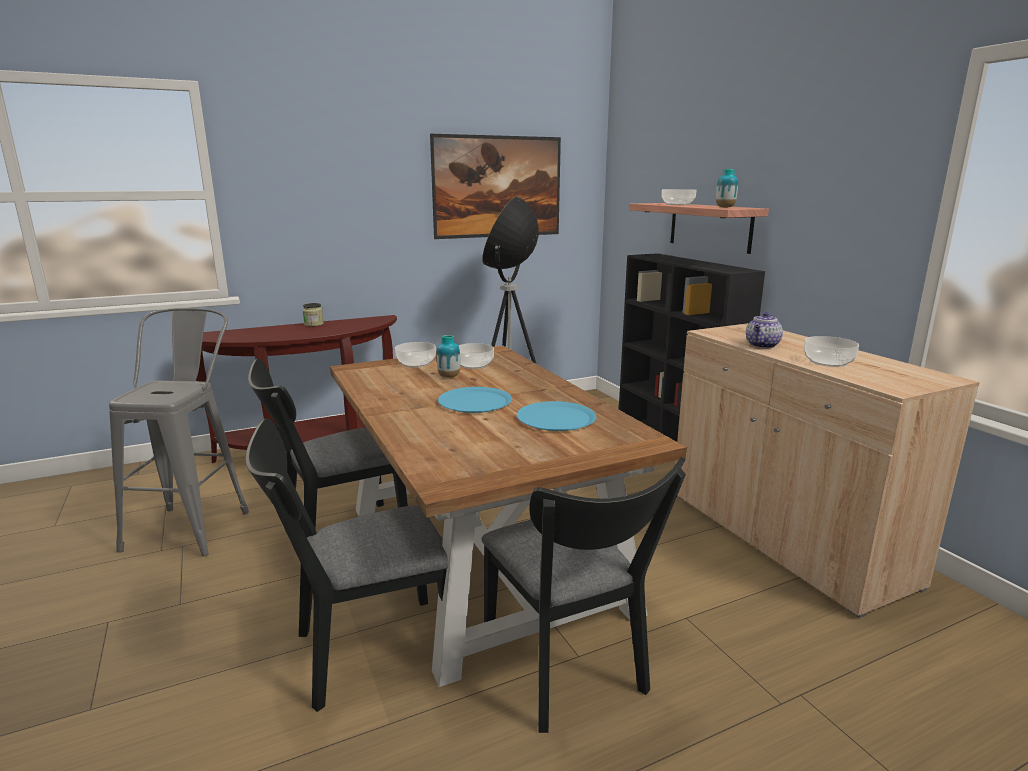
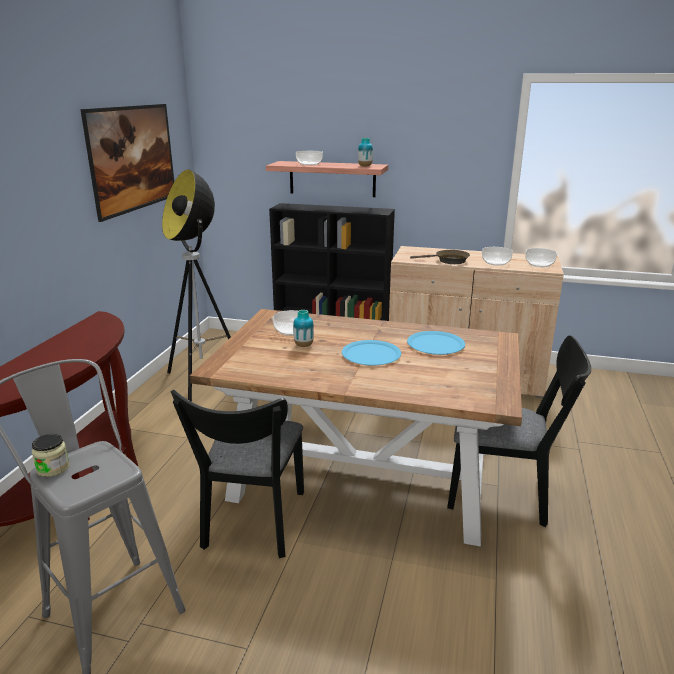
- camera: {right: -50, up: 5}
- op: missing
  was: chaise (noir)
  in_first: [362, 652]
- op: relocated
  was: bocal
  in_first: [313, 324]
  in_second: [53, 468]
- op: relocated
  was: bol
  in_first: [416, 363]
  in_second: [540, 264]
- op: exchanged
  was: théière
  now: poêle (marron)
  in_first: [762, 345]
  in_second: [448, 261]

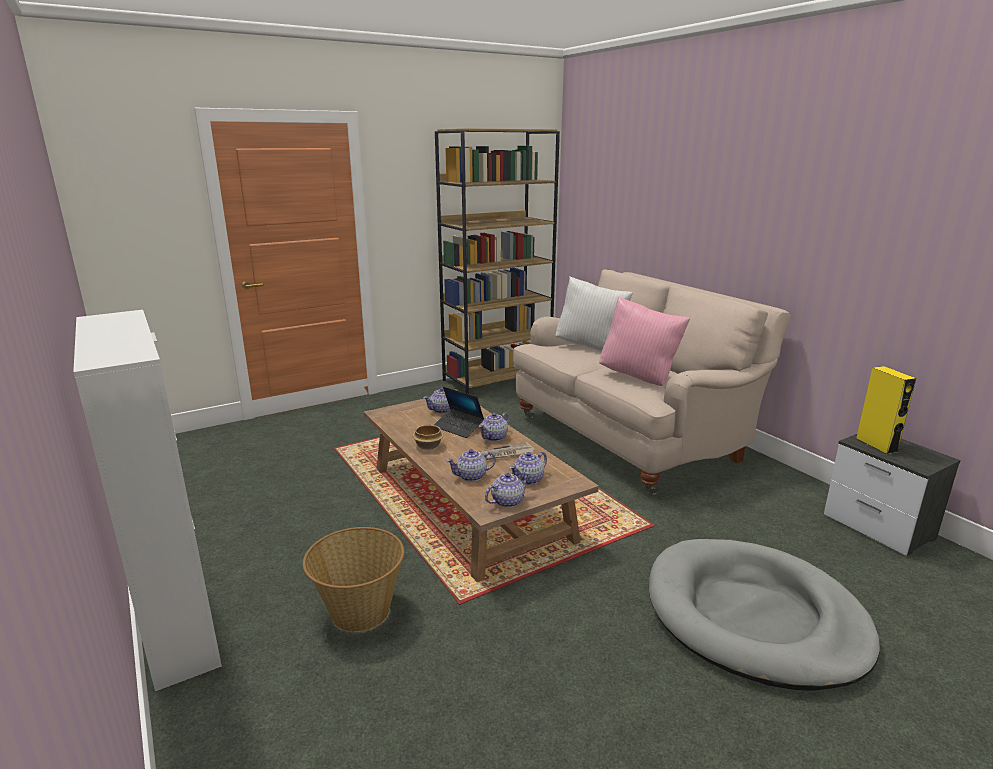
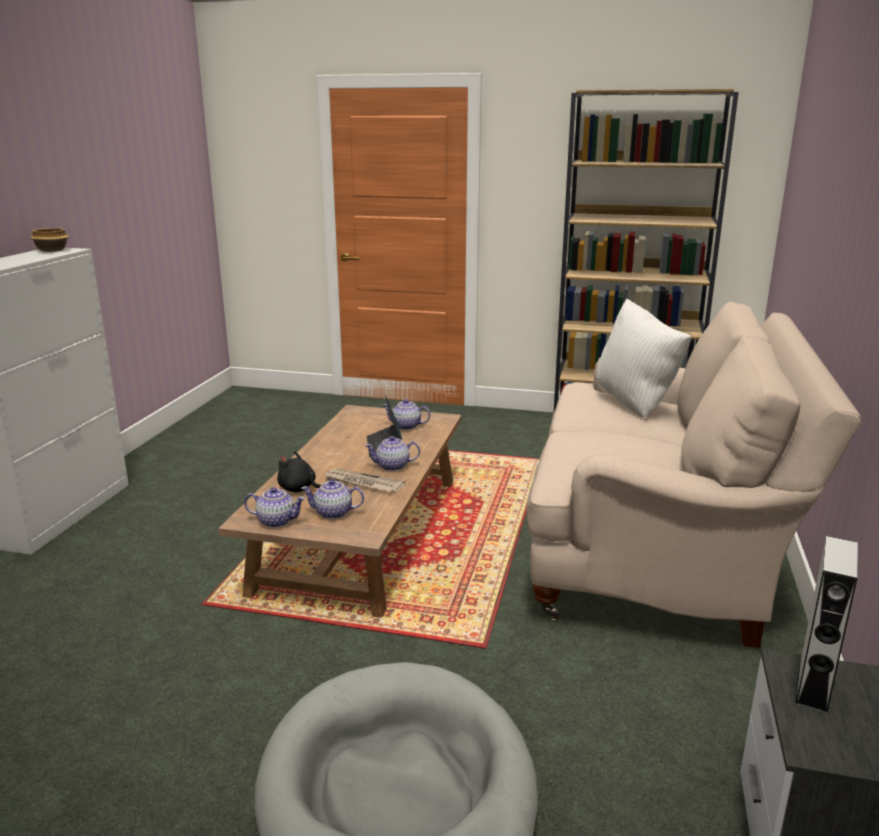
- camera: {right: 45, up: 0}
- op: missing
  was: panier
  in_first: [359, 611]
- op: missing
  was: coussin (rose)
  in_first: [639, 377]
- op: relocated
  was: bol
  in_first: [427, 446]
  in_second: [52, 250]
- op: exchanged
  was: théière
  now: peluche (noir)
  in_first: [472, 476]
  in_second: [299, 489]
- op: colour
  was: enceinte (jaune)
  now: enceinte (gris)
  in_first: [876, 445]
  in_second: [813, 686]

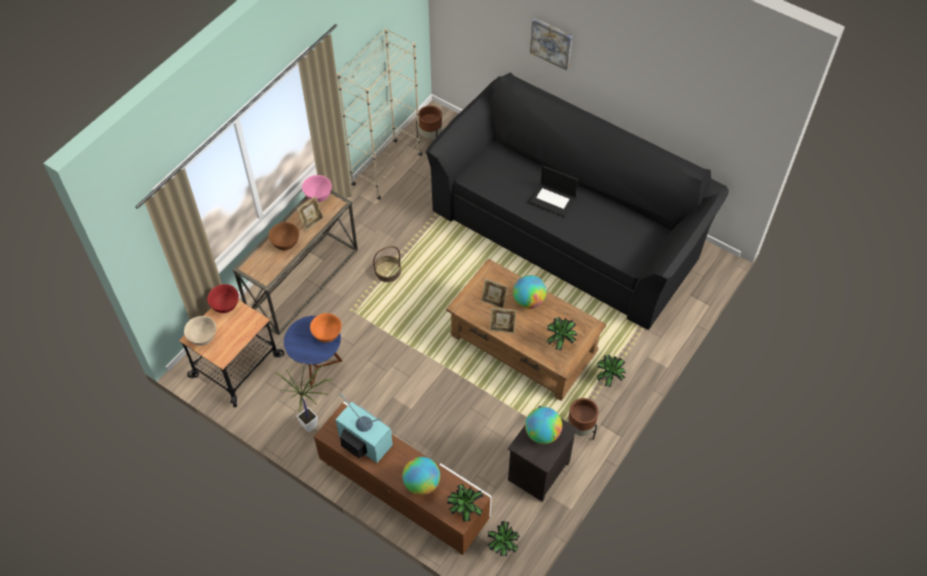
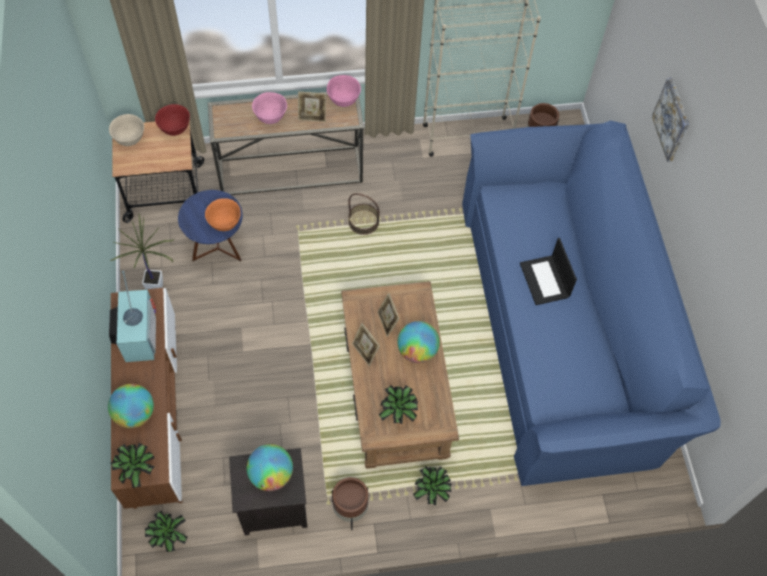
- camera: {right: 45, up: 5}
- op: colour
  was: bol (marron)
  now: bol (rose)
  in_first: [286, 243]
  in_second: [271, 117]
- op: colour
  was: canapé (noir)
  now: canapé (bleu)
  in_first: [569, 227]
  in_second: [564, 326]

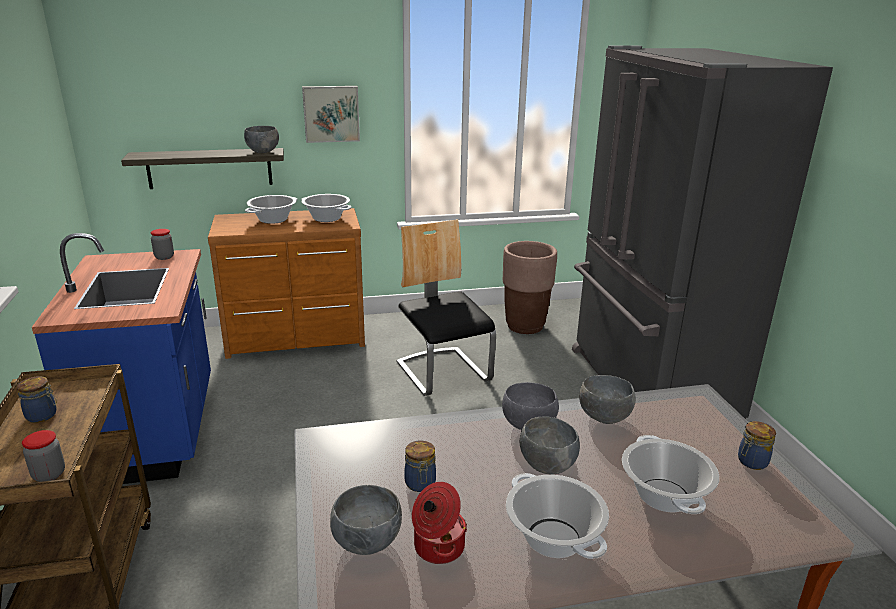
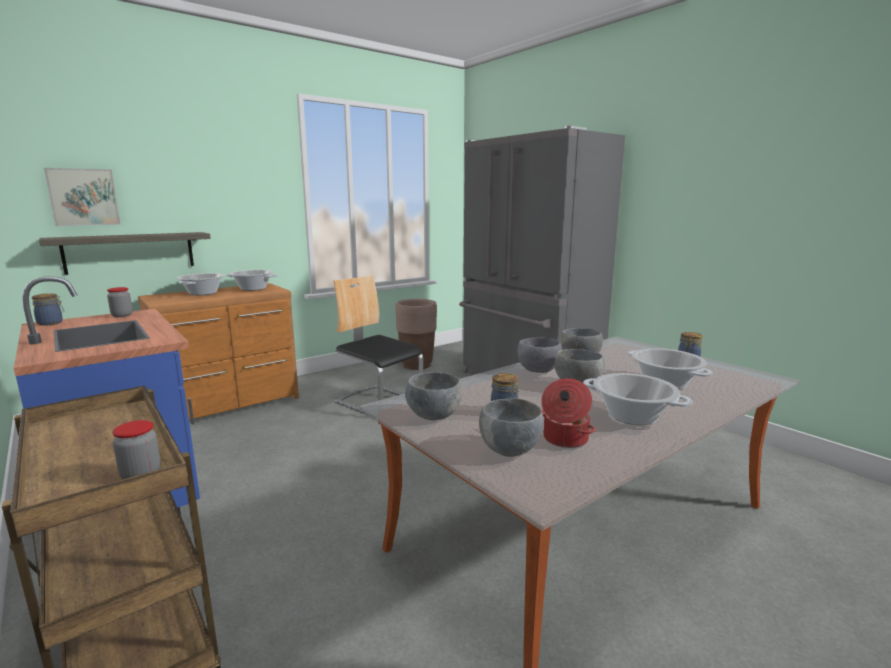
- camera: {right: -25, up: -10}
- op: relocated
  was: bocal
  in_first: [43, 416]
  in_second: [51, 323]
- op: relocated
  was: bol (gris)
  in_first: [263, 152]
  in_second: [433, 416]
- op: relocated
  was: tableau
  in_first: [331, 113]
  in_second: [83, 197]

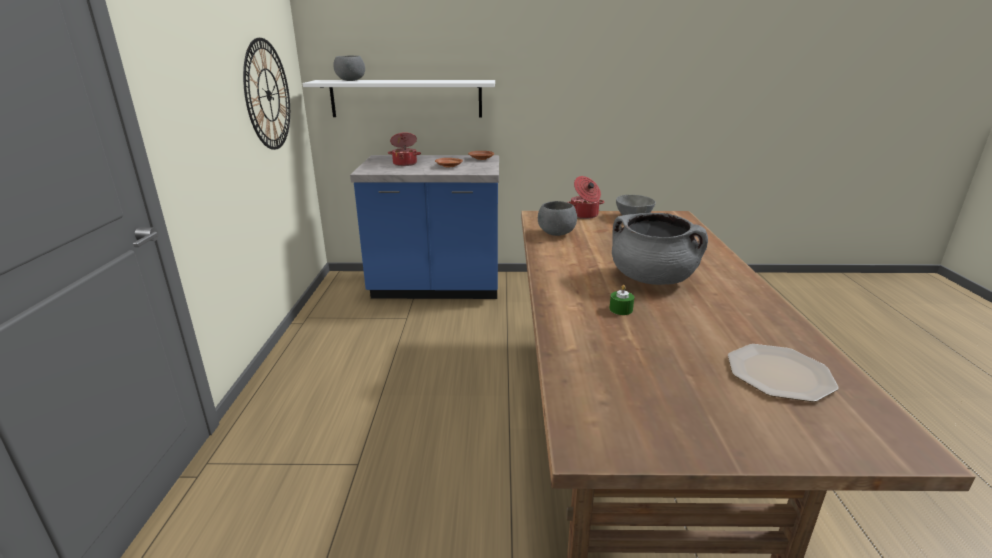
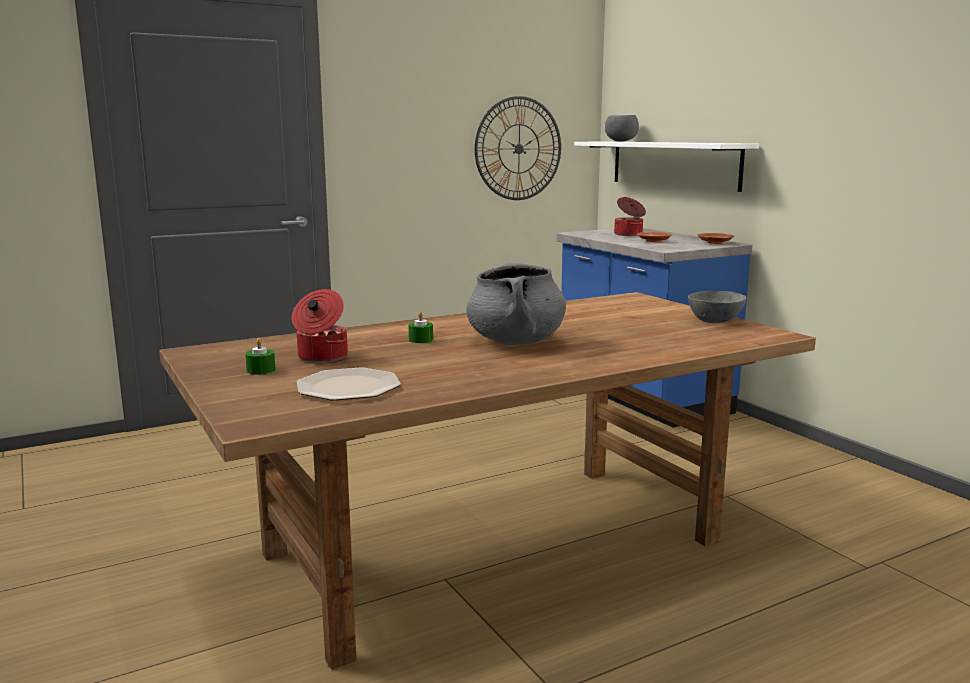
- camera: {right: 60, up: -10}
- op: missing
  was: bol (gris)
  in_first: [556, 233]
- op: appeared
  now: bougie (vert)
  in_second: [261, 370]
- op: relocated
  was: marmite
  in_first: [584, 215]
  in_second: [321, 357]

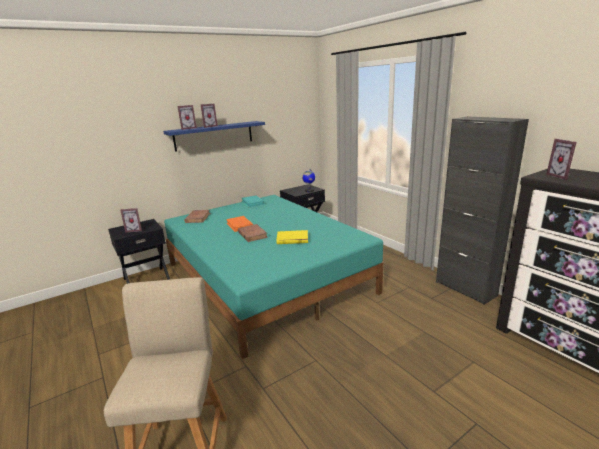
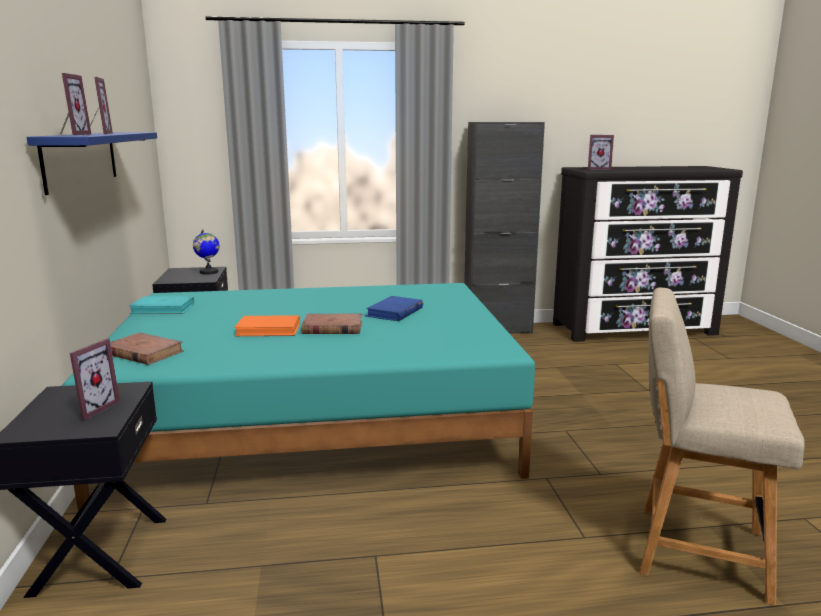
- camera: {right: -65, up: -5}
- op: colour
  was: livre (jaune)
  now: livre (bleu)
  in_first: [292, 239]
  in_second: [394, 312]

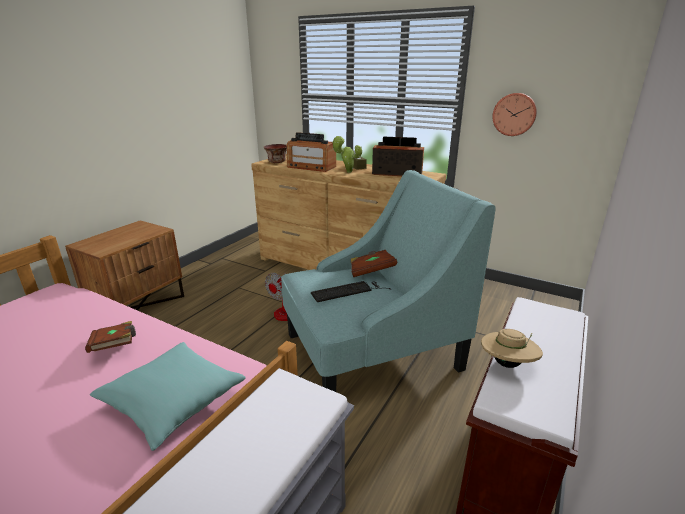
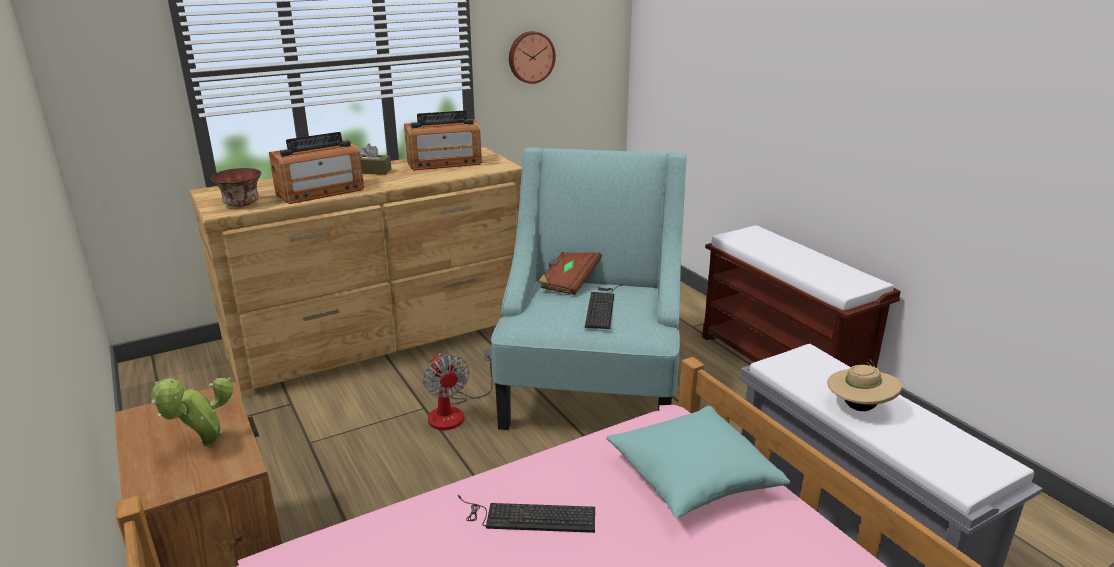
- camera: {right: -60, up: 0}
- op: relocated
  was: plante en pot
  in_first: [347, 172]
  in_second: [205, 445]
- op: relocated
  was: chapeau (beige)
  in_first: [507, 364]
  in_second: [859, 407]
- op: exchanged
  was: livre (marron)
  now: clavier
  in_first: [115, 346]
  in_second: [527, 516]
- op: spun
  was: radio
  in_first: [397, 173]
  in_second: [444, 163]
  clockwise: -150

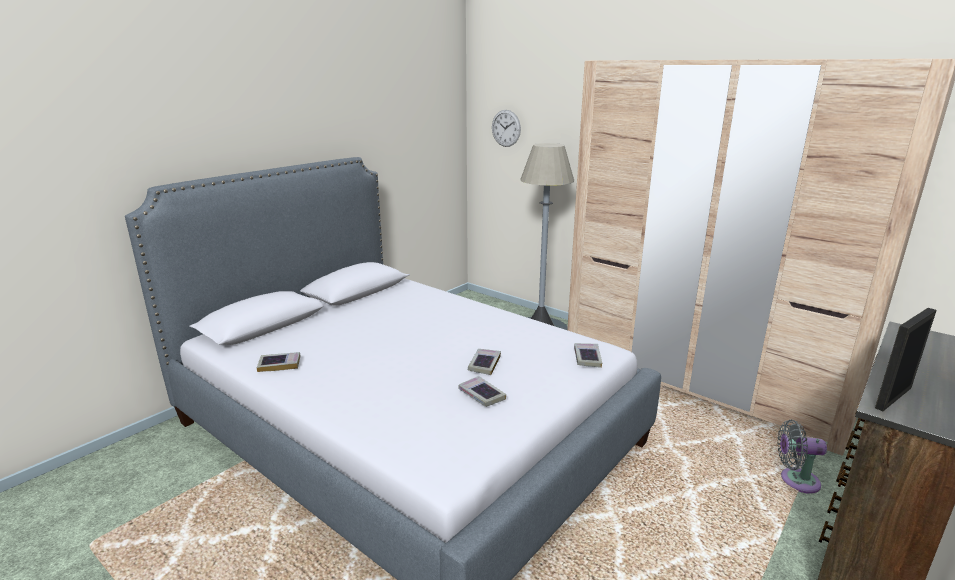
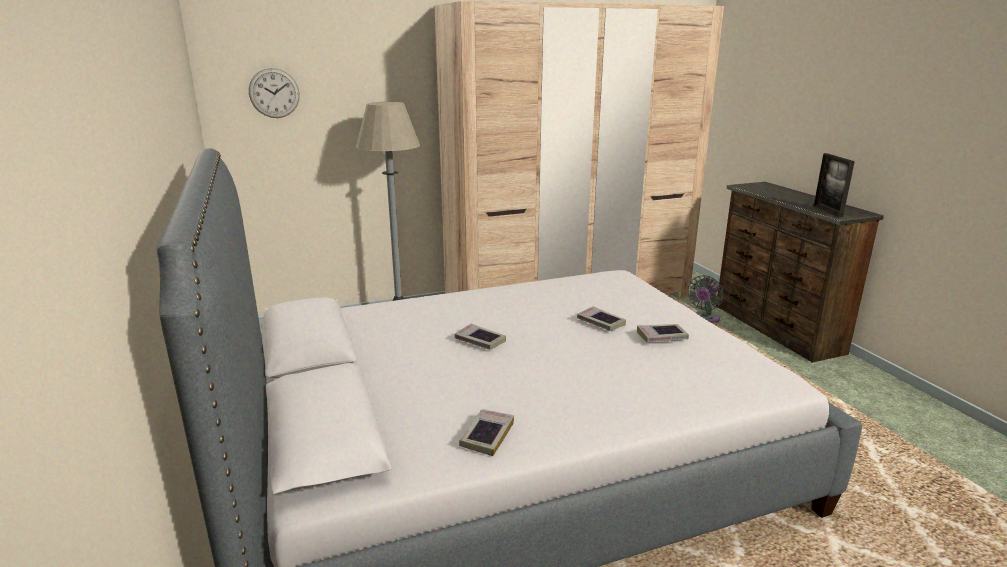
- camera: {right: -60, up: 0}
- op: relocated
  was: livre
  in_first: [587, 358]
  in_second: [480, 341]

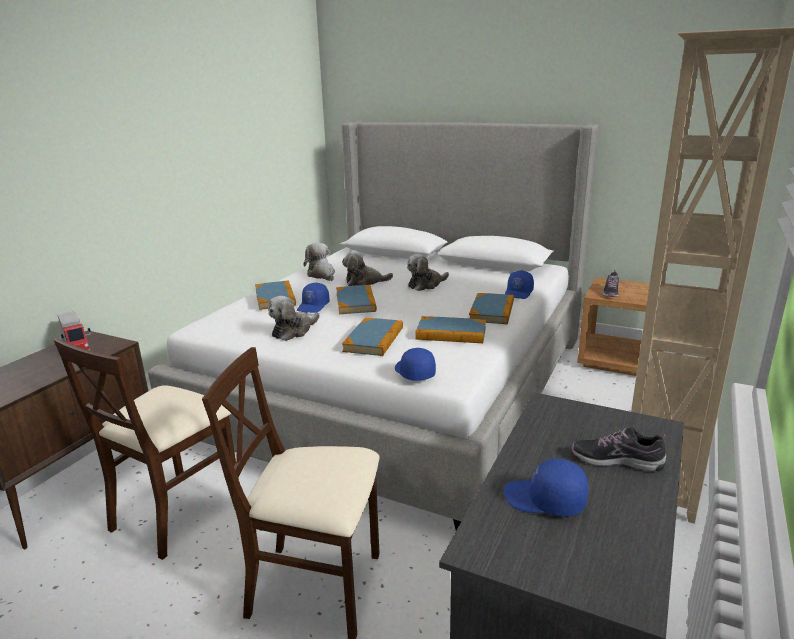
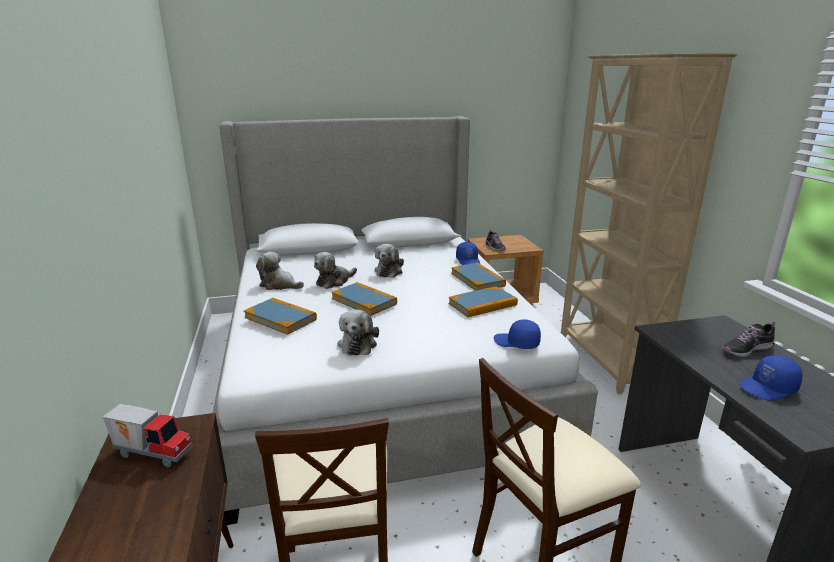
- camera: {right: -40, up: 0}
- op: missing
  was: casquette (bleu)
  in_first: [313, 306]
- op: missing
  was: livre
  in_first: [374, 339]

